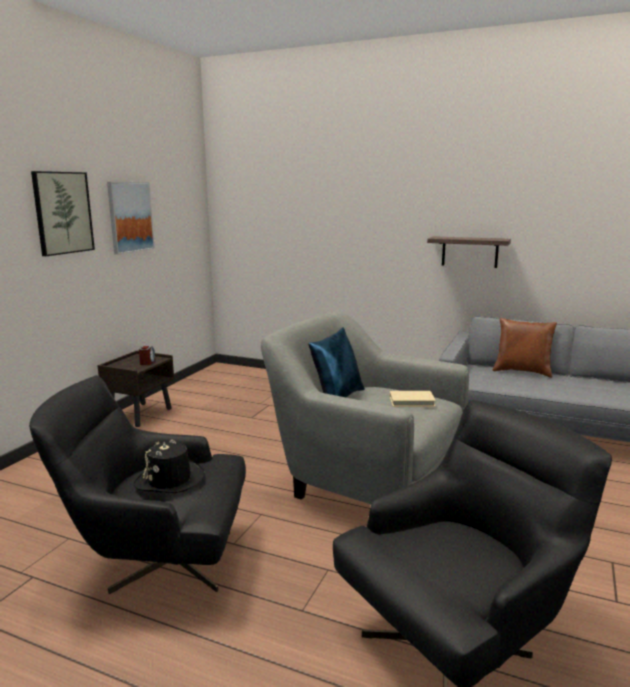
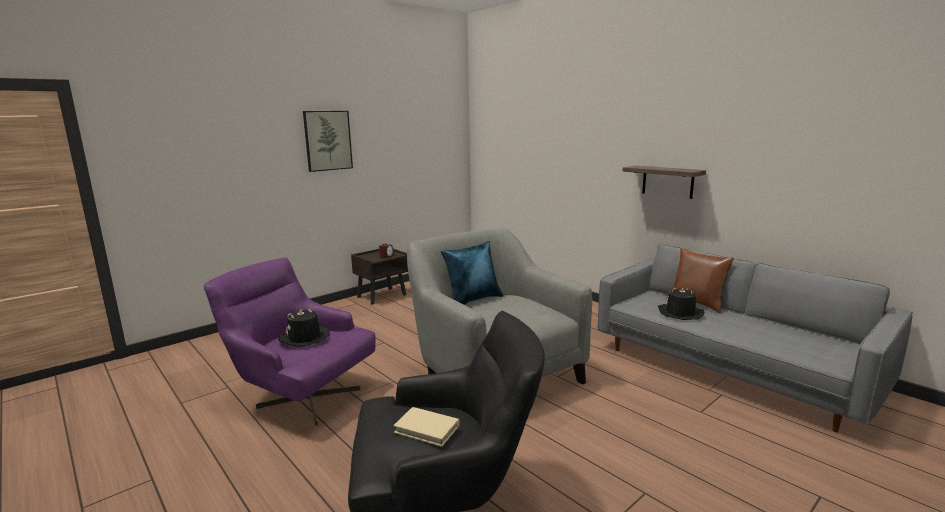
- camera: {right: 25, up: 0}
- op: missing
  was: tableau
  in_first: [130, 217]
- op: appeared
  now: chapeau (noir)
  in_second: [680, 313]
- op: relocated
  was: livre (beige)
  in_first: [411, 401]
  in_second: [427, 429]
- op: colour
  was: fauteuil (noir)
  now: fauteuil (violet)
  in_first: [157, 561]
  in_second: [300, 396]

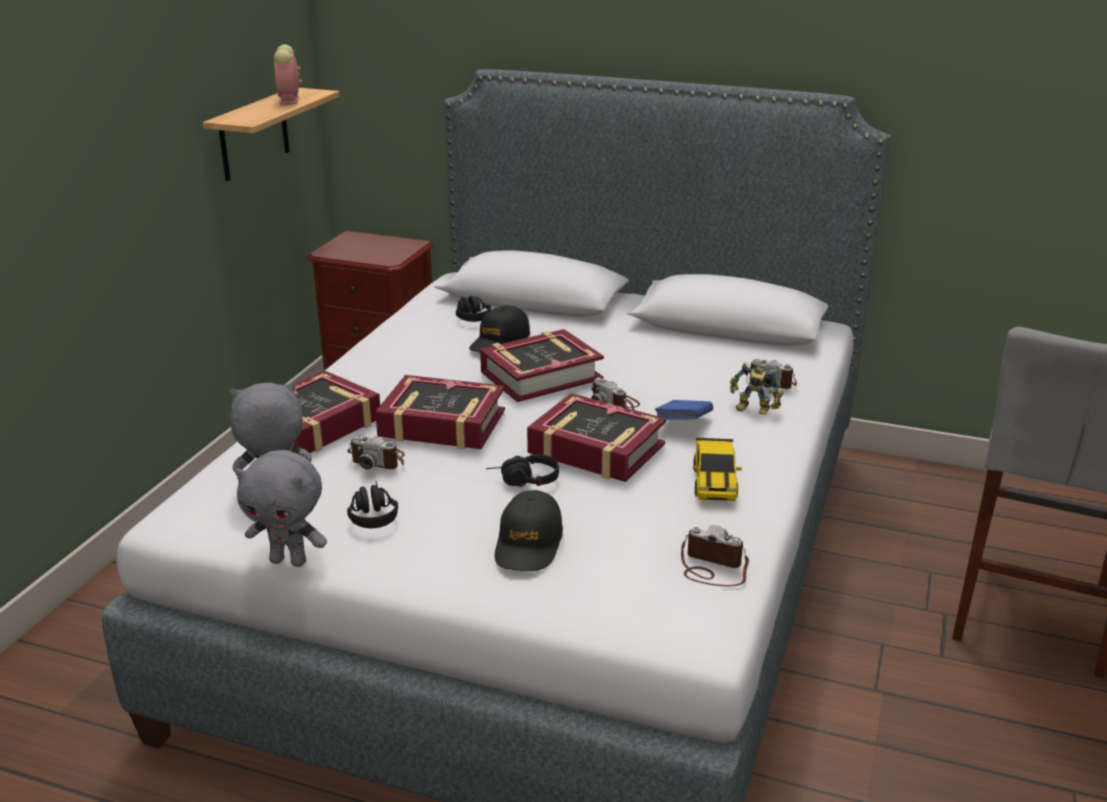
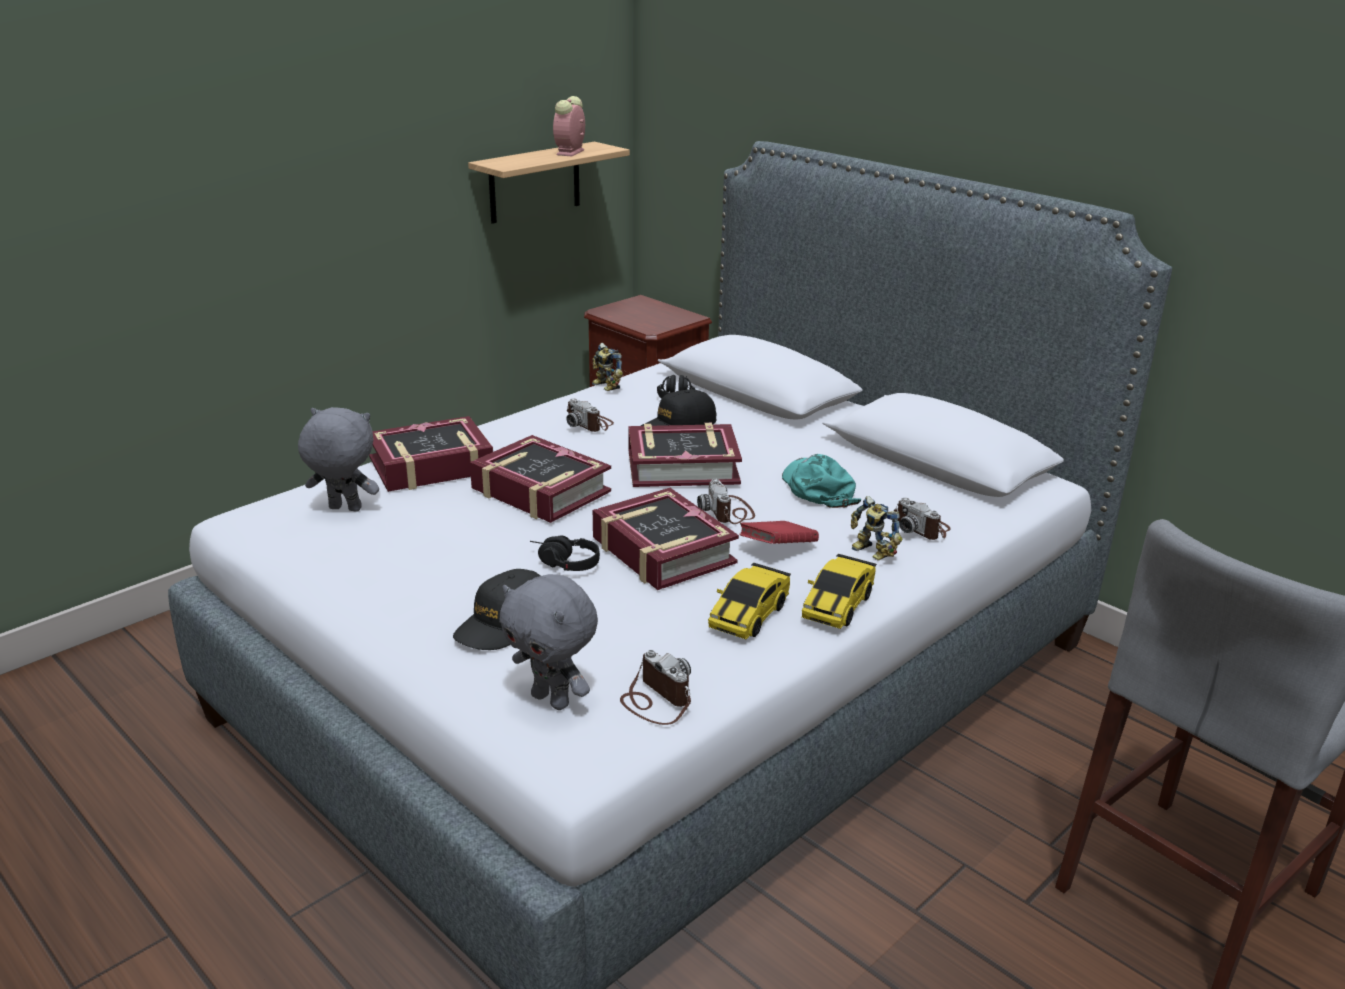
- camera: {right: 25, up: 0}
- op: missing
  was: casque audio (noir)
  in_first: [372, 513]
- op: appeared
  now: robot jouet
  in_second: [604, 387]
- op: appeared
  now: casquette (turquoise)
  in_second: [818, 488]
- op: appeared
  now: petite voiture
  in_second: [838, 605]
- op: relocated
  was: peluche (gris)
  in_first: [289, 561]
  in_second: [552, 700]
- op: relocated
  was: appareil photo
  in_first: [378, 460]
  in_second: [589, 424]
- op: colour
  was: livre (bleu)
  now: livre (rouge)
  in_first: [683, 425]
  in_second: [777, 549]

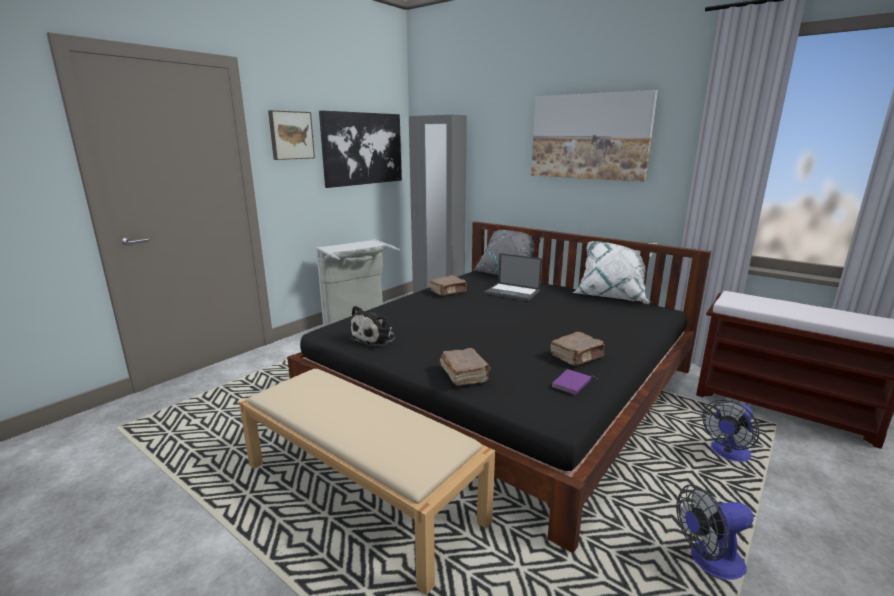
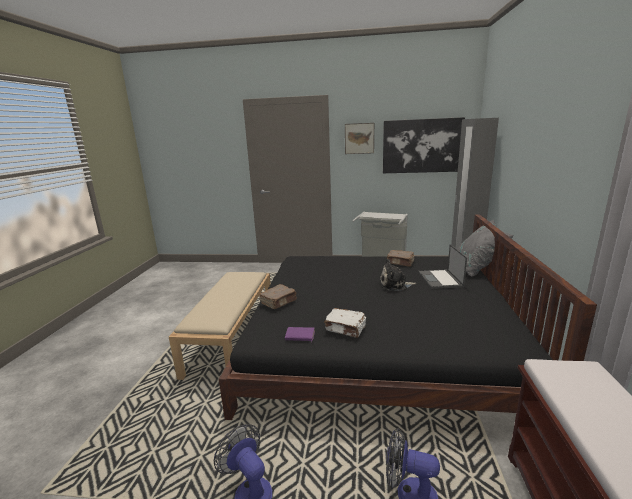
- camera: {right: 60, up: 0}
- op: missing
  was: tableau
  in_first: [589, 137]
- op: missing
  was: coussin (blanc)
  in_first: [612, 295]
- op: relocated
  was: peluche
  in_first: [375, 338]
  in_second: [395, 285]
- op: colour
  was: livre (marron)
  now: livre (blanc)
  in_first: [577, 357]
  in_second: [346, 329]

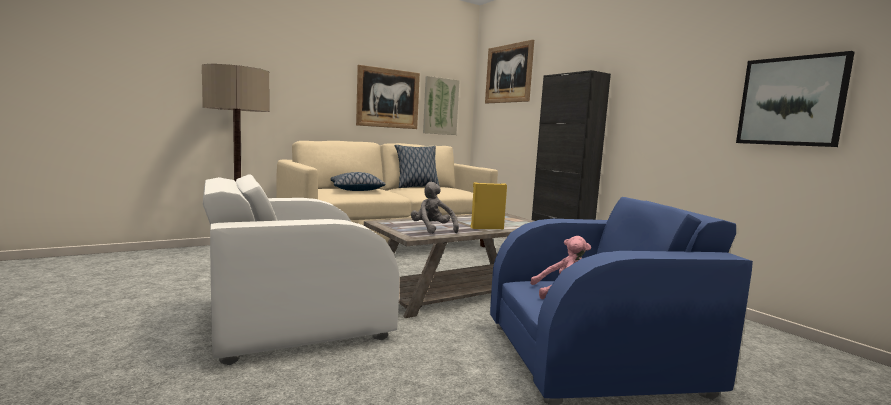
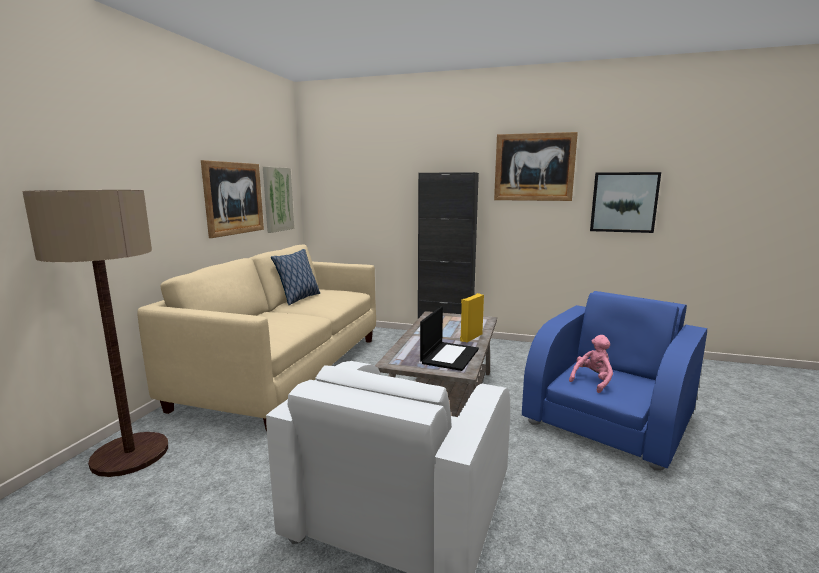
- camera: {right: -40, up: 5}
- op: missing
  was: coussin
  in_first: [356, 189]
- op: relocated
  was: tableau
  in_first: [508, 73]
  in_second: [534, 167]
- op: exchanged
  was: peluche (gris)
  now: ordinateur portable
  in_first: [432, 230]
  in_second: [449, 356]

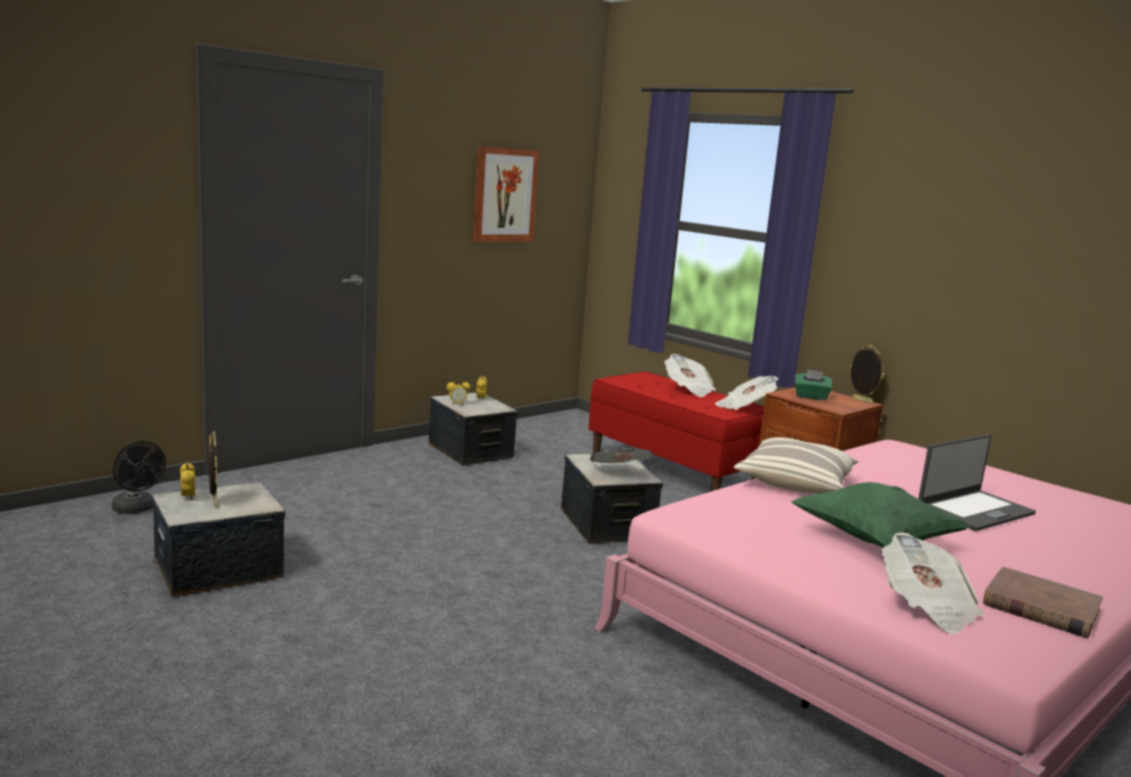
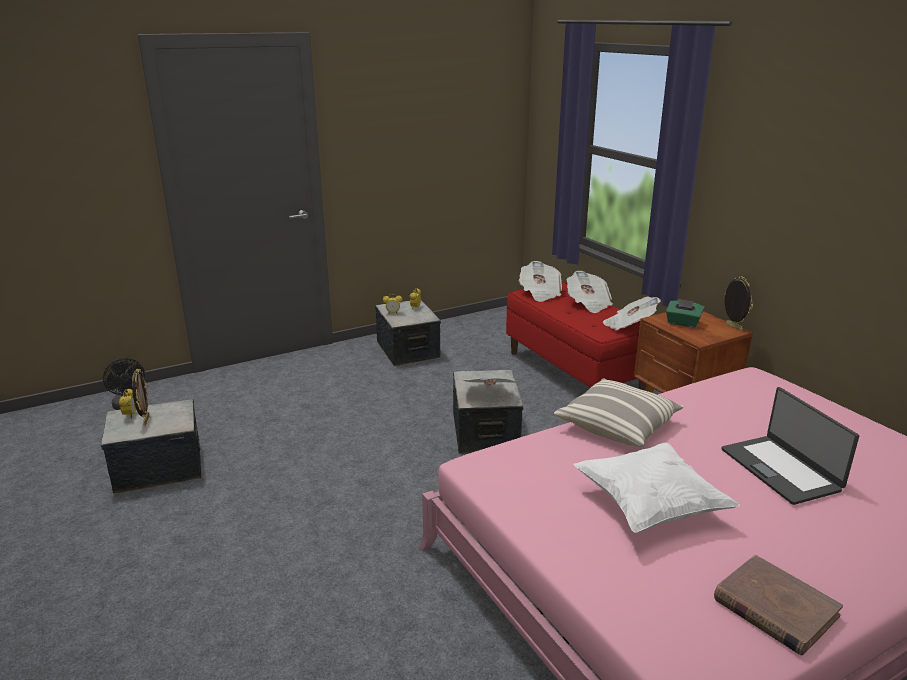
- camera: {right: 15, up: 10}
- op: missing
  was: tableau
  in_first: [504, 195]
- op: relocated
  was: journal
  in_first: [926, 608]
  in_second: [540, 293]
- op: colour
  was: coussin (vert)
  now: coussin (blanc)
  in_first: [874, 541]
  in_second: [649, 506]
- op: spun
  was: ordinateur portable
  in_first: [974, 510]
  in_second: [781, 469]
  clockwise: 90

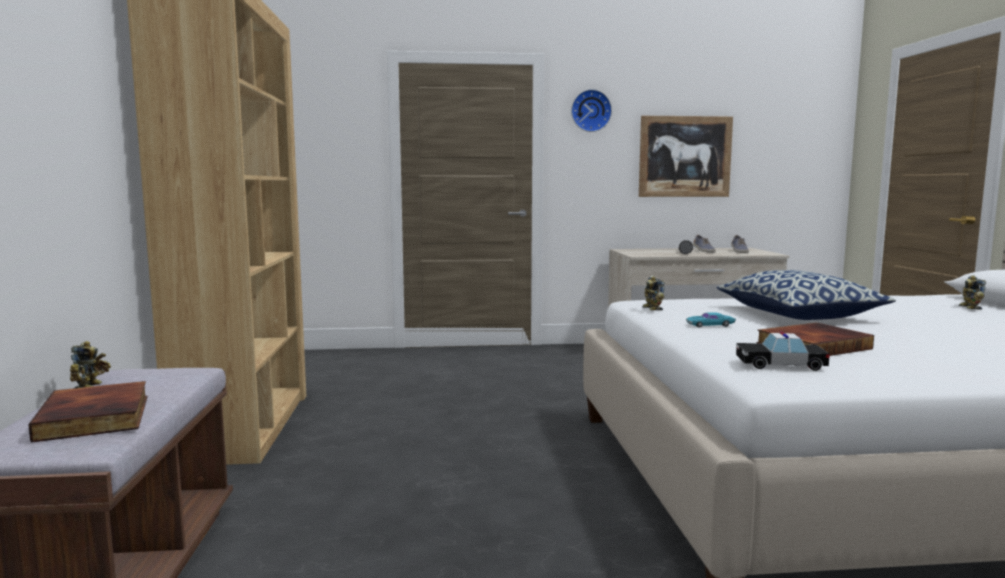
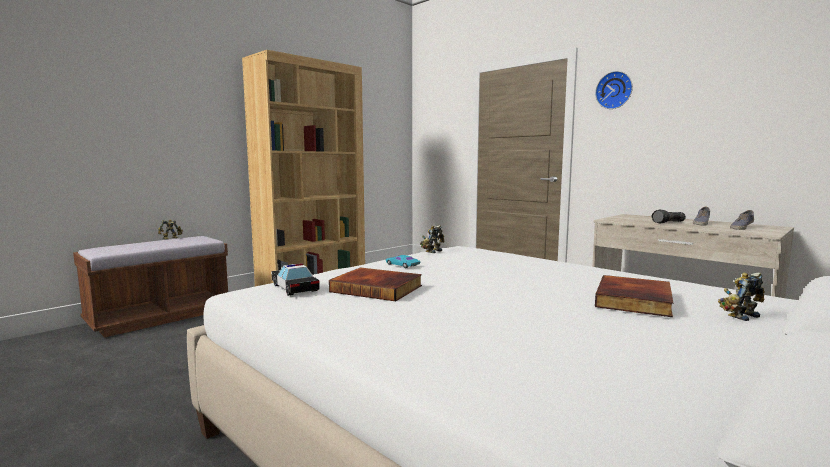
- camera: {right: 50, up: 0}
- op: missing
  was: tableau
  in_first: [685, 156]
- op: missing
  was: coussin
  in_first: [799, 315]
- op: relocated
  was: livre
  in_first: [97, 417]
  in_second: [635, 300]

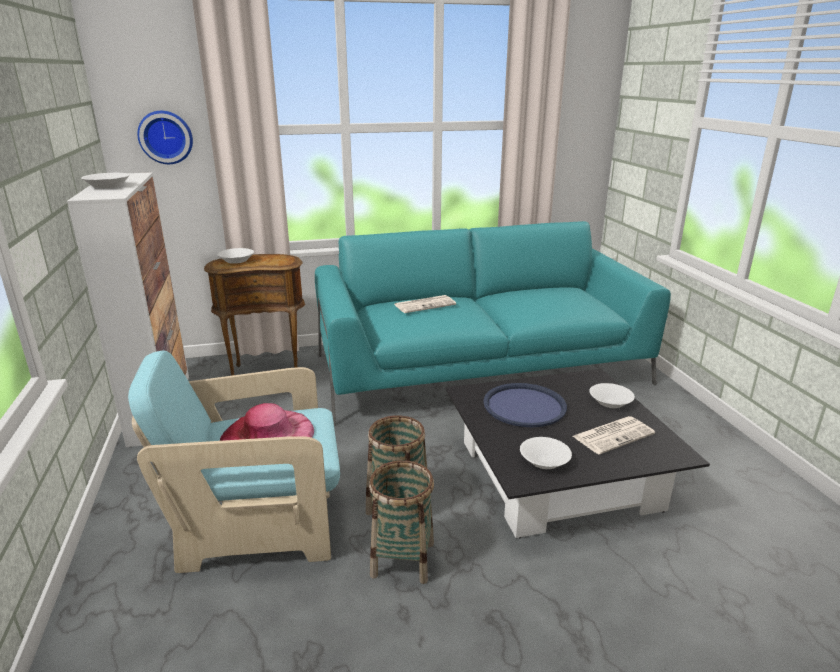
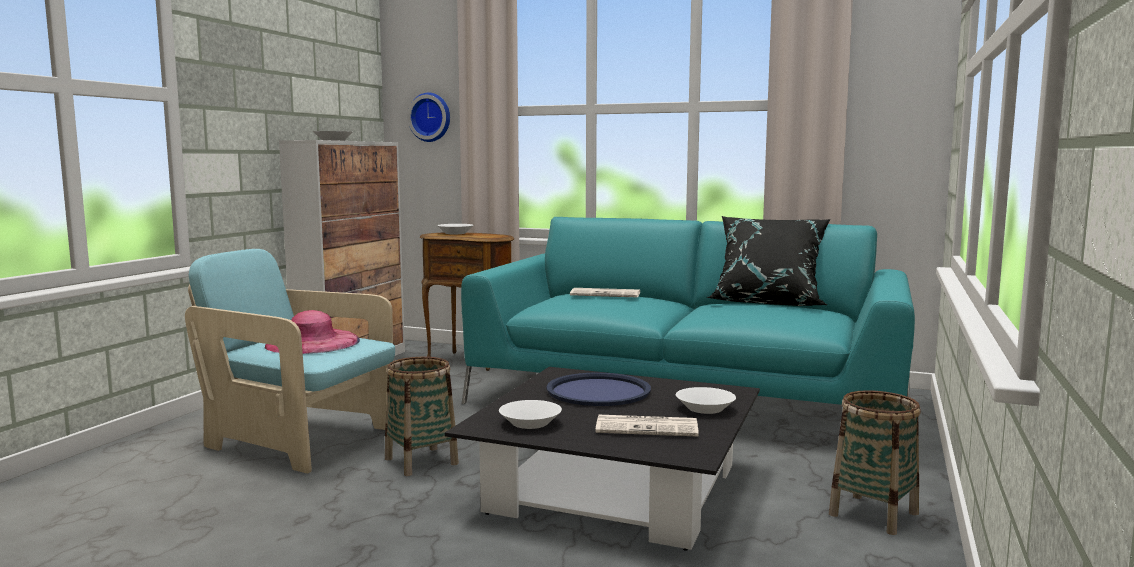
- camera: {right: 35, up: -15}
- op: appeared
  now: coussin (noir)
  in_second: [768, 302]
- op: relocated
  was: panier
  in_first: [402, 559]
  in_second: [873, 514]

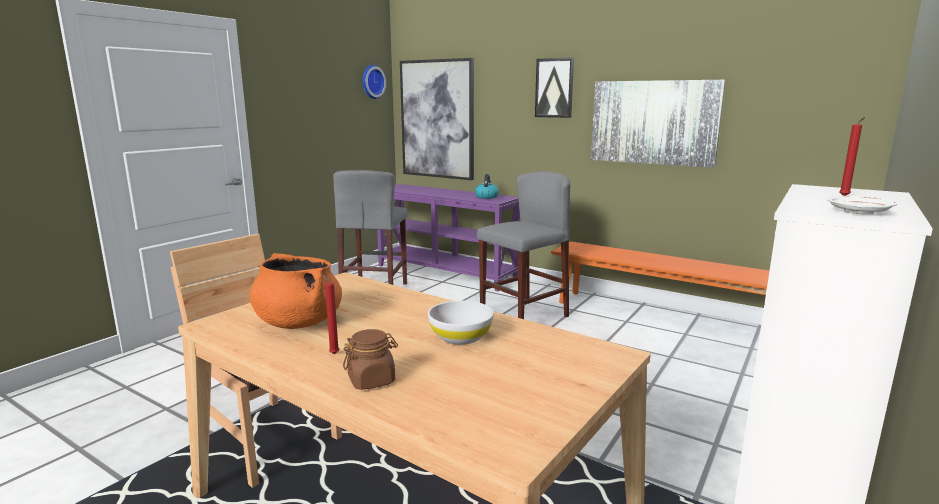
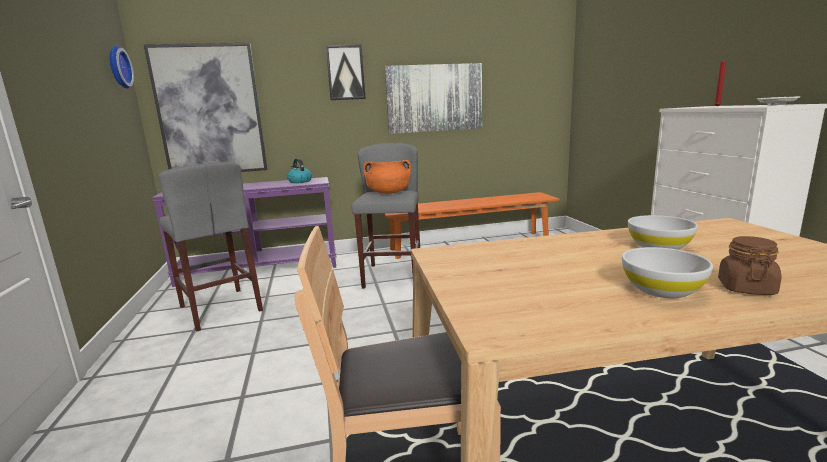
- camera: {right: -45, up: 0}
- op: relocated
  was: marmite (orange)
  in_first: [298, 322]
  in_second: [388, 193]
- op: exchanged
  was: bougie (rouge)
  now: bol (blanc)
  in_first: [333, 353]
  in_second: [661, 290]

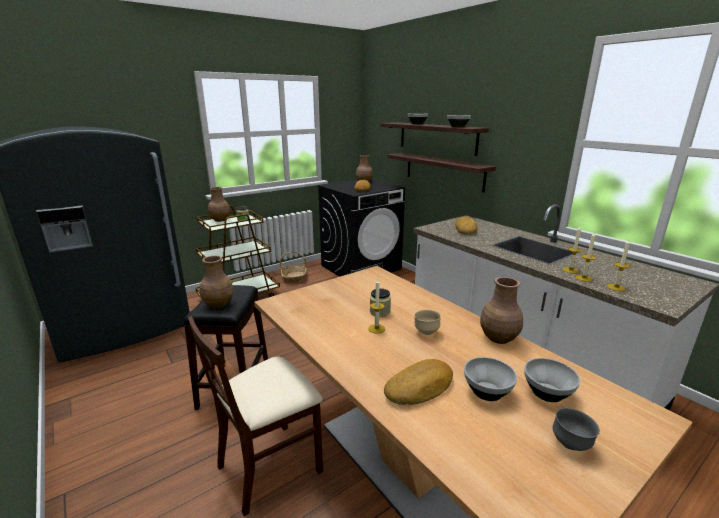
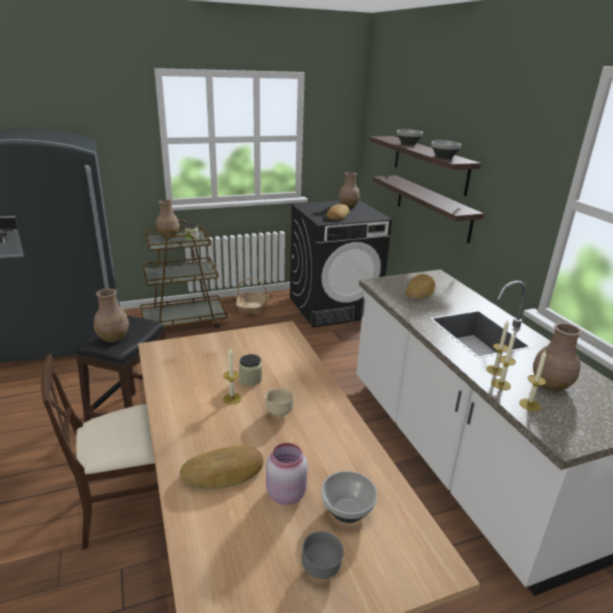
- camera: {right: 15, up: 5}
- op: relocated
  was: vase (marron)
  in_first: [498, 338]
  in_second: [550, 385]
- op: exchanged
  was: bol
  now: bocal (rose)
  in_first: [486, 391]
  in_second: [285, 493]

